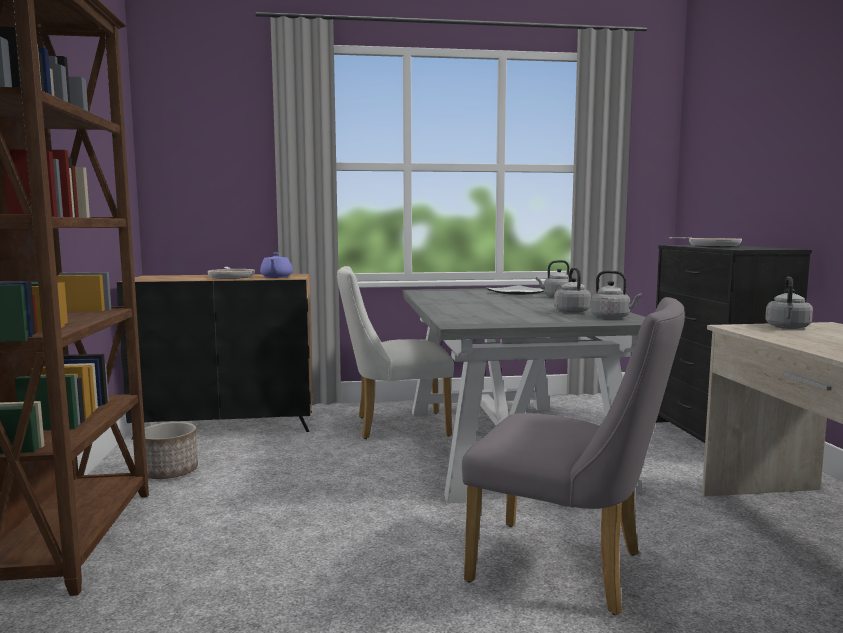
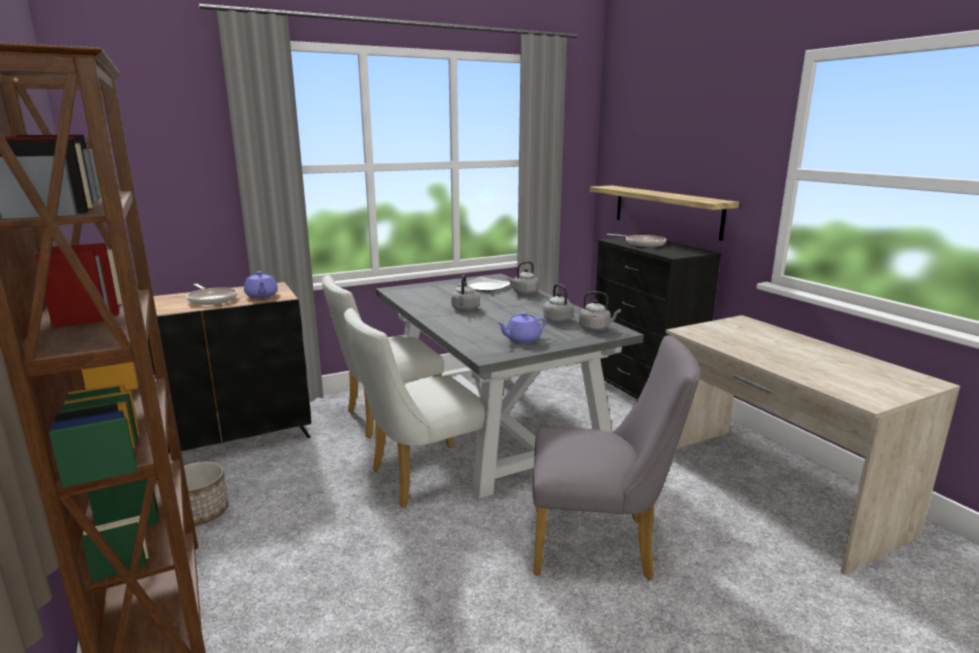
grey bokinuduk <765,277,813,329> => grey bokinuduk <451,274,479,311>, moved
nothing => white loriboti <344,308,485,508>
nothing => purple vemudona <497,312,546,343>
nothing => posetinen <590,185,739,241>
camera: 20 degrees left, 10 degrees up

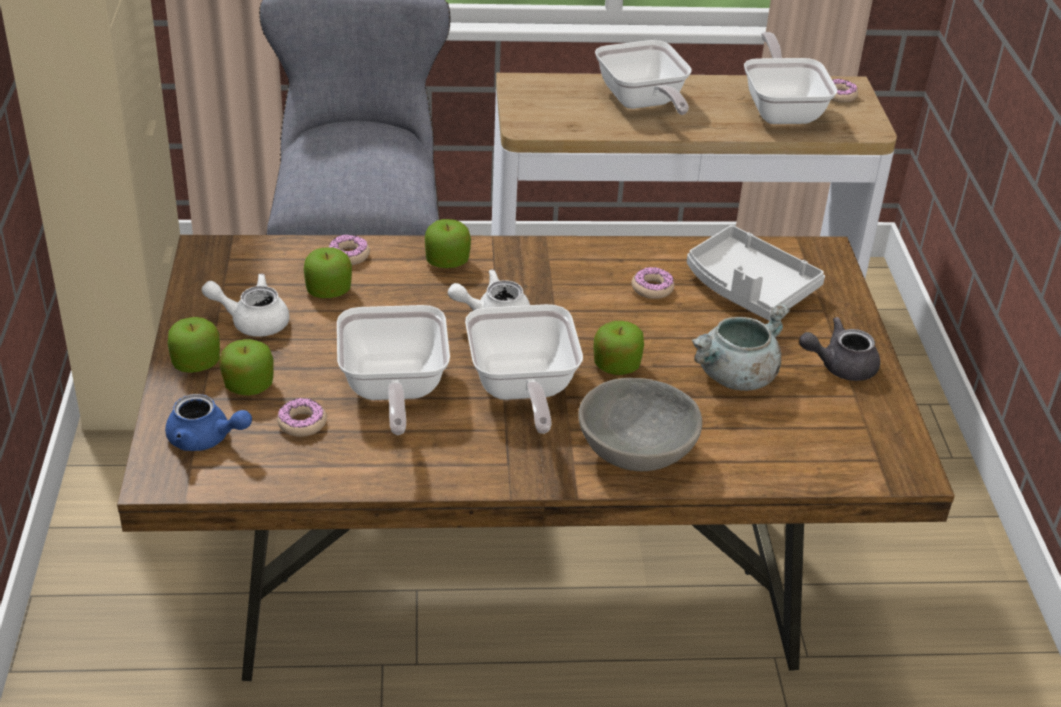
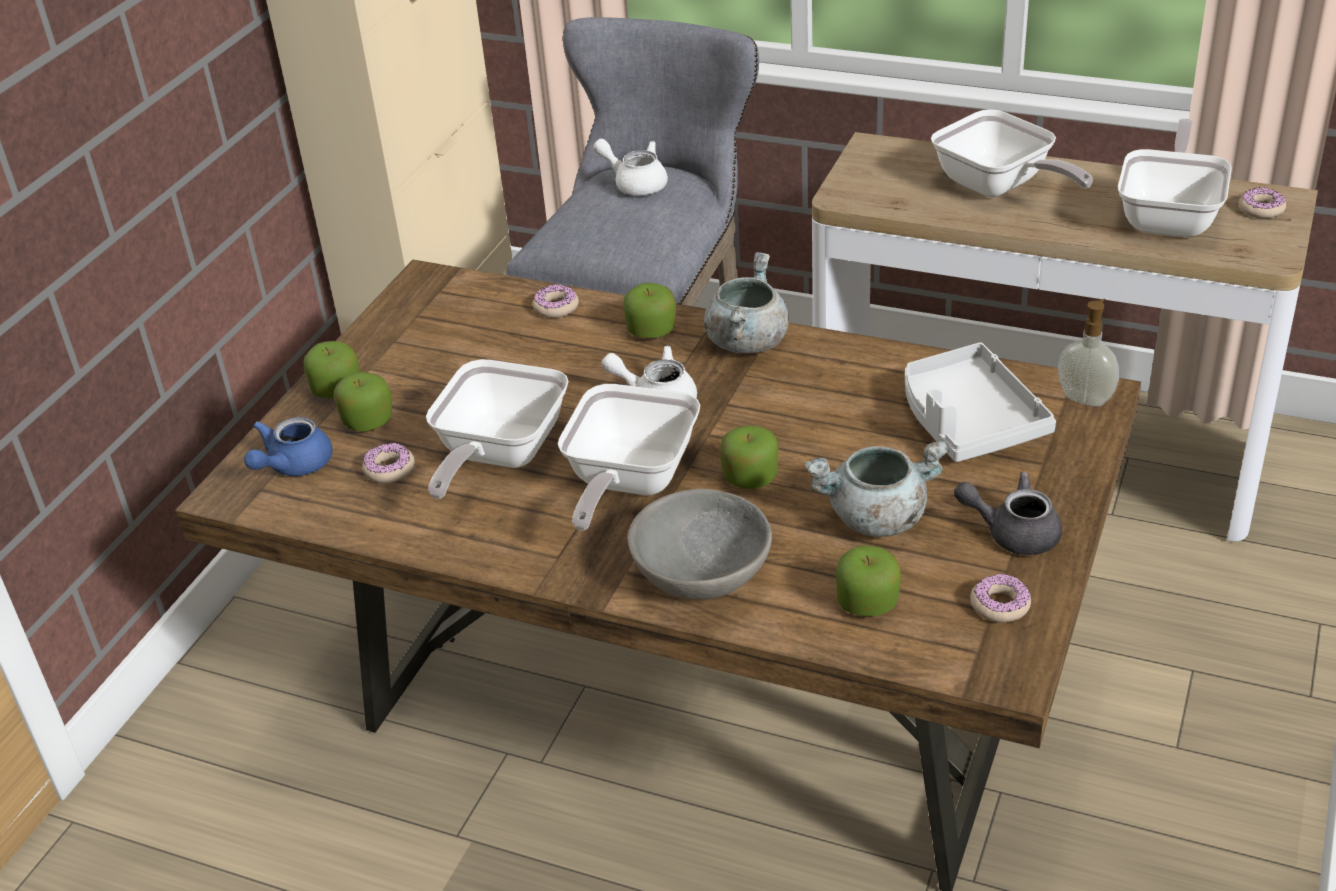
blue vemudona <165,394,252,451> => blue vemudona <244,417,333,476>, 75 degrees clockwise
white vemudona <202,273,289,337> => white vemudona <593,139,668,195>, moved
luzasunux <304,247,352,298> => luzasunux <836,546,901,616>, moved
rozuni <595,40,692,115> => rozuni <931,109,1093,197>, 45 degrees counterclockwise
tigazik <632,267,674,299> => tigazik <970,574,1031,623>, moved
nothing => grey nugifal <704,252,789,354>
nothing => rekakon <1058,299,1119,407>
camera: 30 degrees right, 0 degrees up

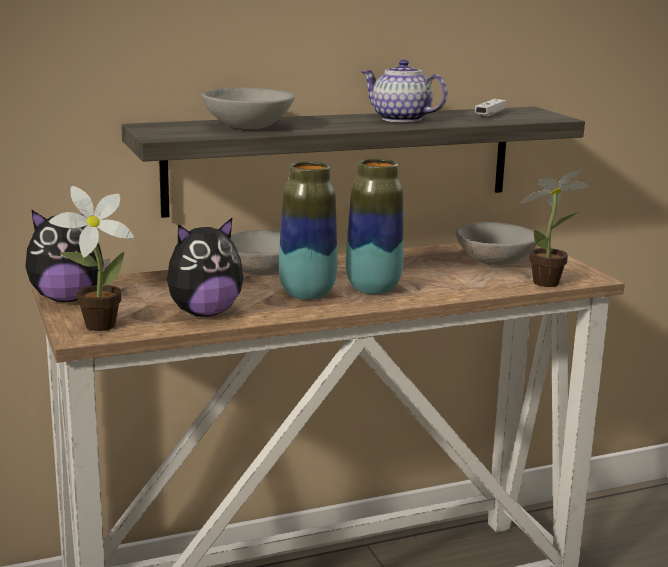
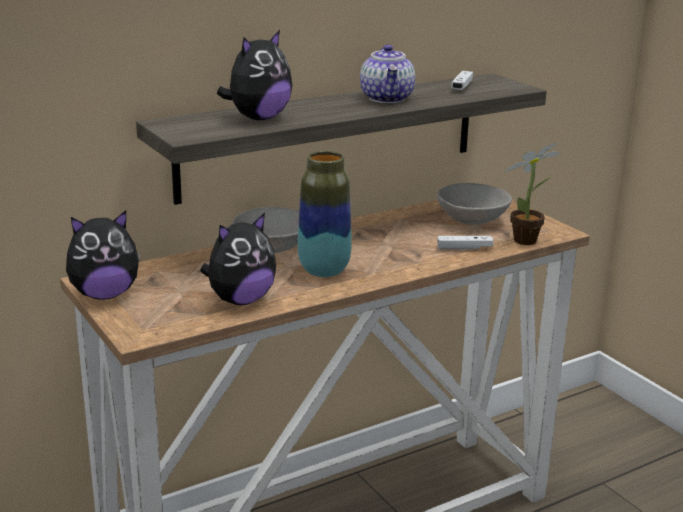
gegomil <49,186,134,331> => nothing
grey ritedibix <201,88,295,129> => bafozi <217,30,292,120>
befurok <346,159,404,294> => nothing
vemudona <361,60,447,123> => vemudona <360,44,415,103>, 120 degrees counterclockwise
nothing => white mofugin <437,236,493,249>
camera: 10 degrees left, 5 degrees up

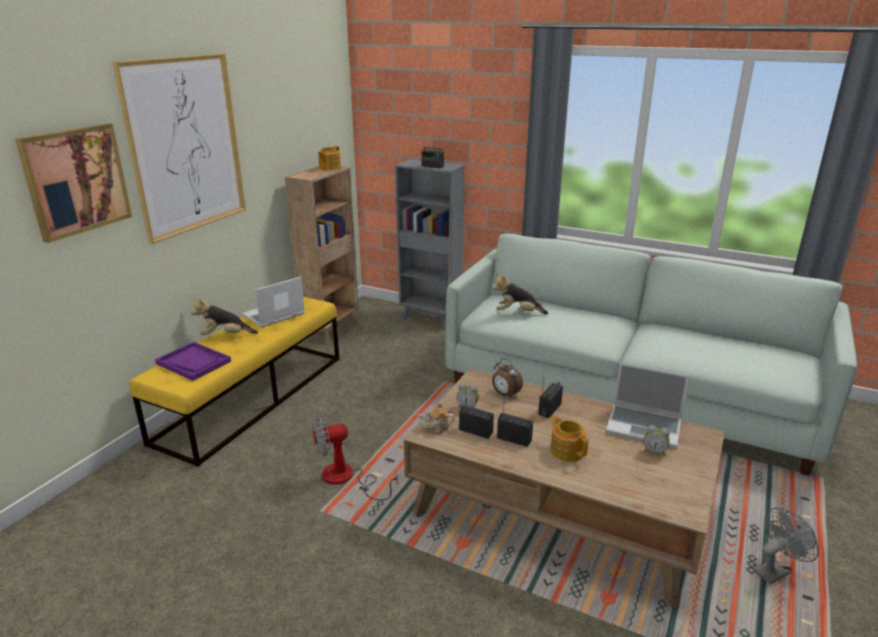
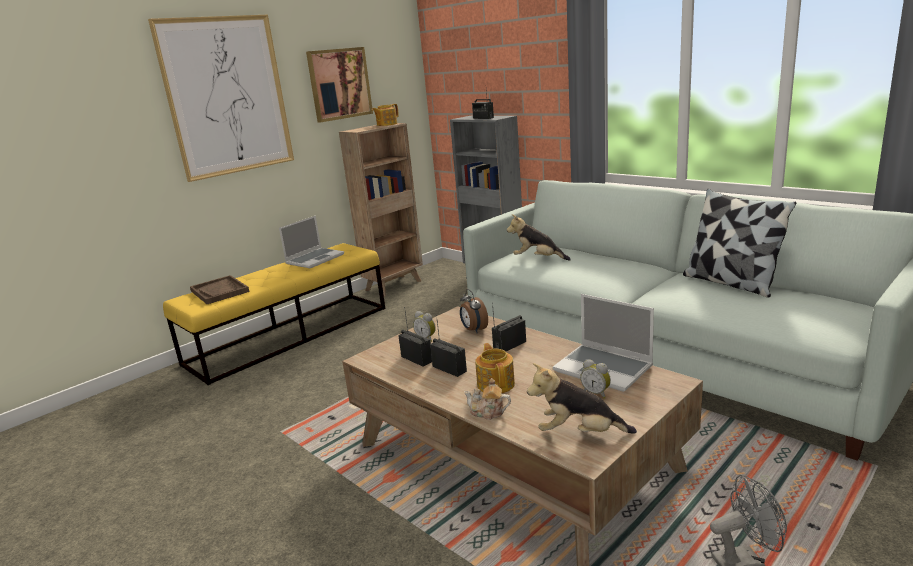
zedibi <15,124,132,243> => zedibi <306,47,373,122>, moved
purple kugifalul <155,342,231,381> => brown kugifalul <190,275,250,304>
bafozi <191,297,258,335> => bafozi <527,363,637,434>, moved
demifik <242,277,305,327> => demifik <279,216,344,268>, 150 degrees clockwise
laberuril <313,417,398,500> => nothing
vemudona <417,402,455,434> => vemudona <464,378,511,420>, moved
nothing => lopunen <683,189,796,298>
camera: 20 degrees right, 5 degrees down

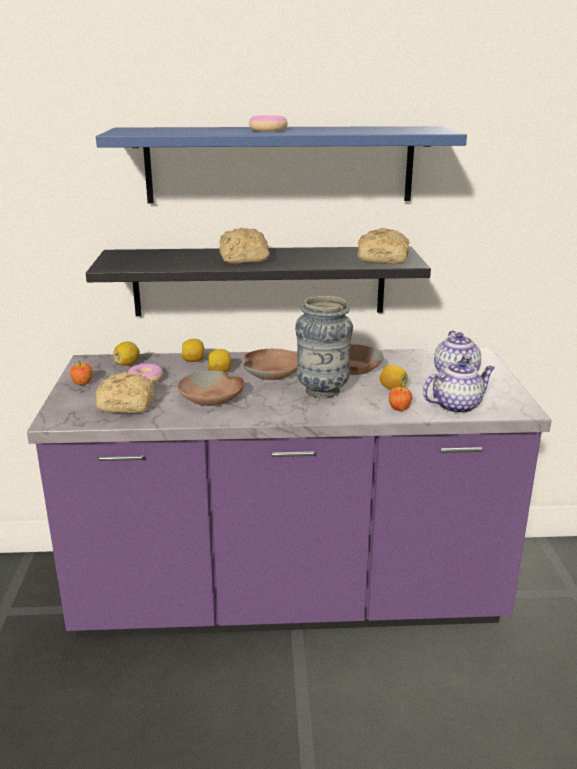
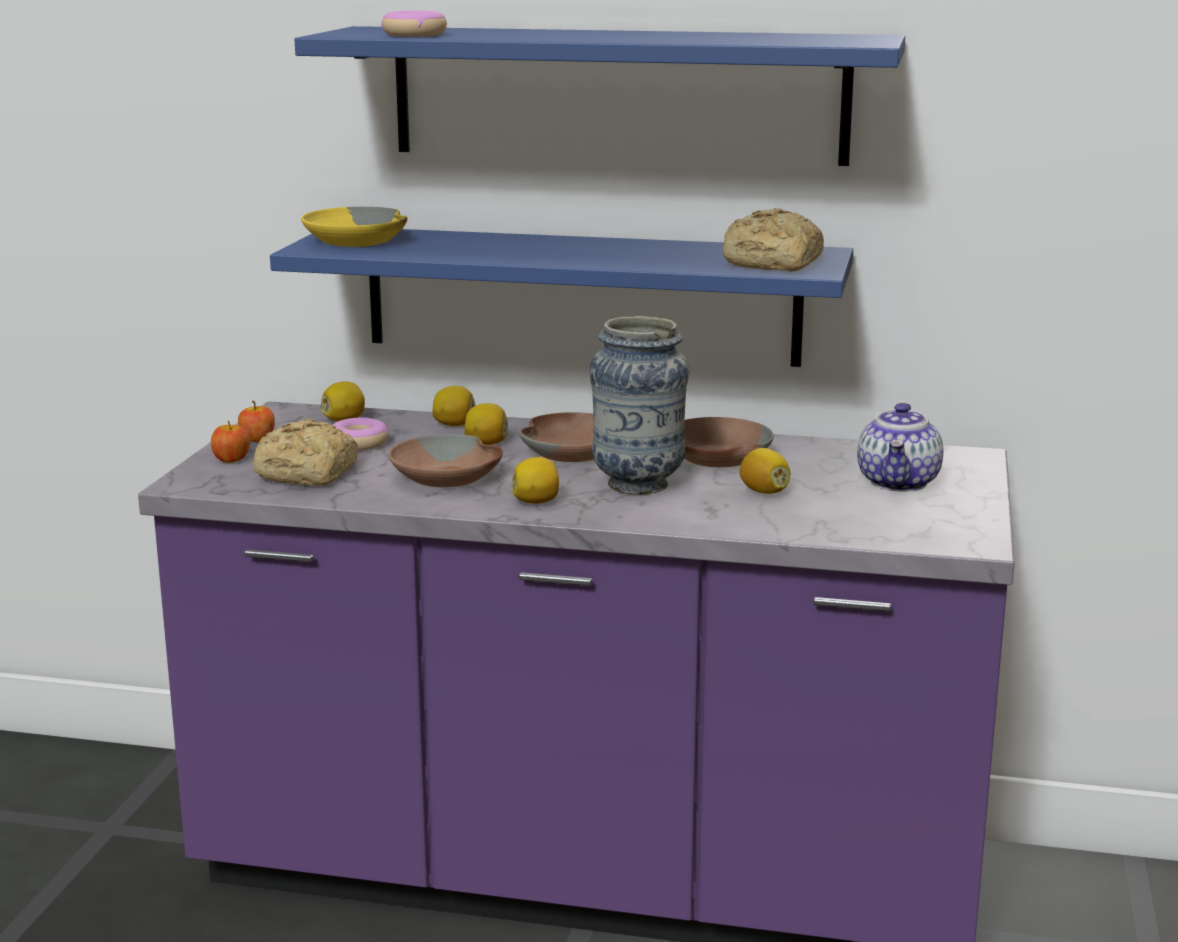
black posetinen <86,246,431,316> => blue posetinen <270,229,853,367>
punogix <219,228,270,264> => nothing
tigazik <249,115,288,131> => tigazik <381,11,447,37>, moved
luzasunux <389,385,412,411> => luzasunux <211,421,250,463>, moved
vemudona <423,360,495,414> => nothing
nothing => yellow ritedibix <301,207,408,247>
nothing => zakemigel <511,457,559,504>
camera: 15 degrees right, 5 degrees down

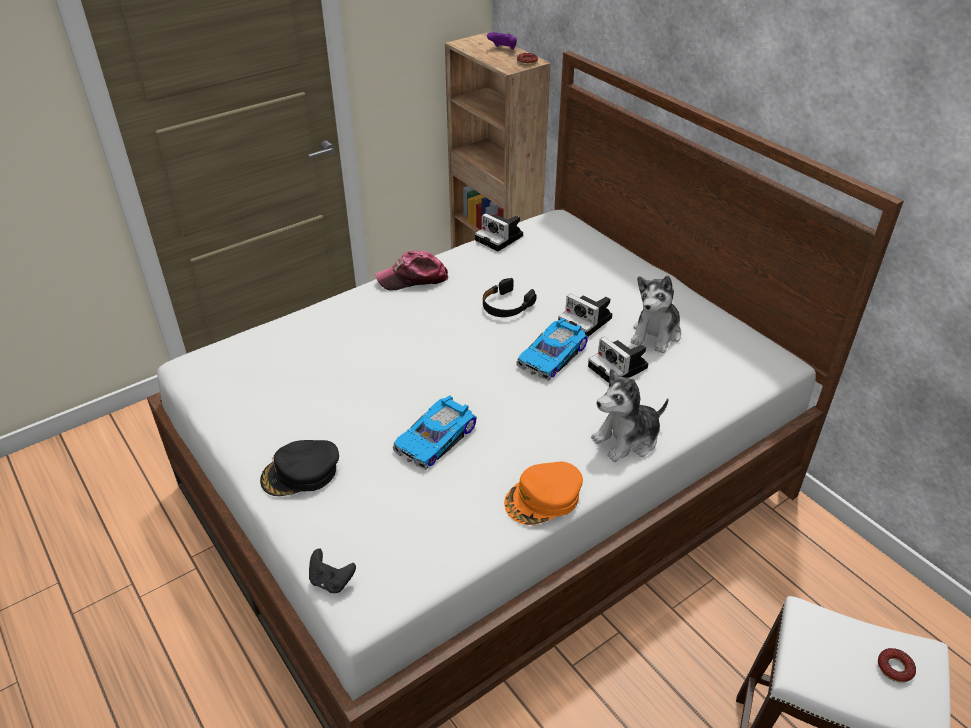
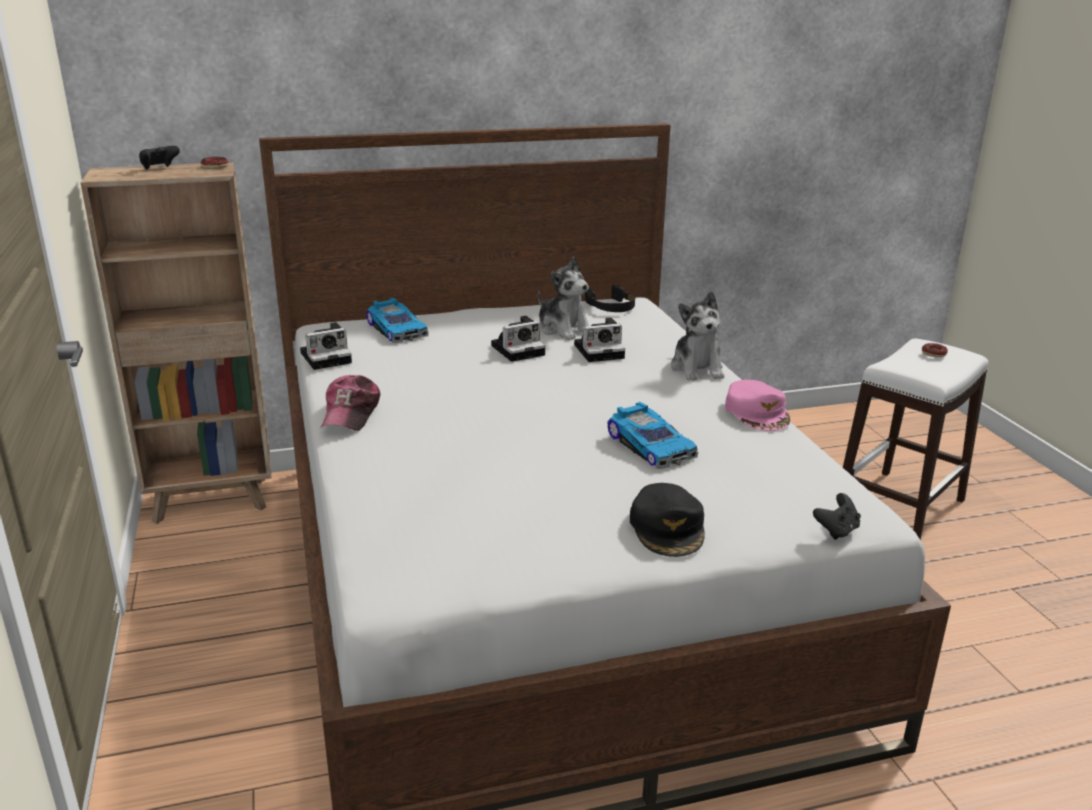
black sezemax <483,278,536,317> => black sezemax <585,285,635,312>, moved
purple mofugin <487,32,517,50> => black mofugin <139,146,180,169>
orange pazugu <504,462,583,525> => pink pazugu <725,380,790,431>
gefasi <516,318,588,381> => gefasi <367,298,429,343>, moved
camera: 70 degrees left, 15 degrees down

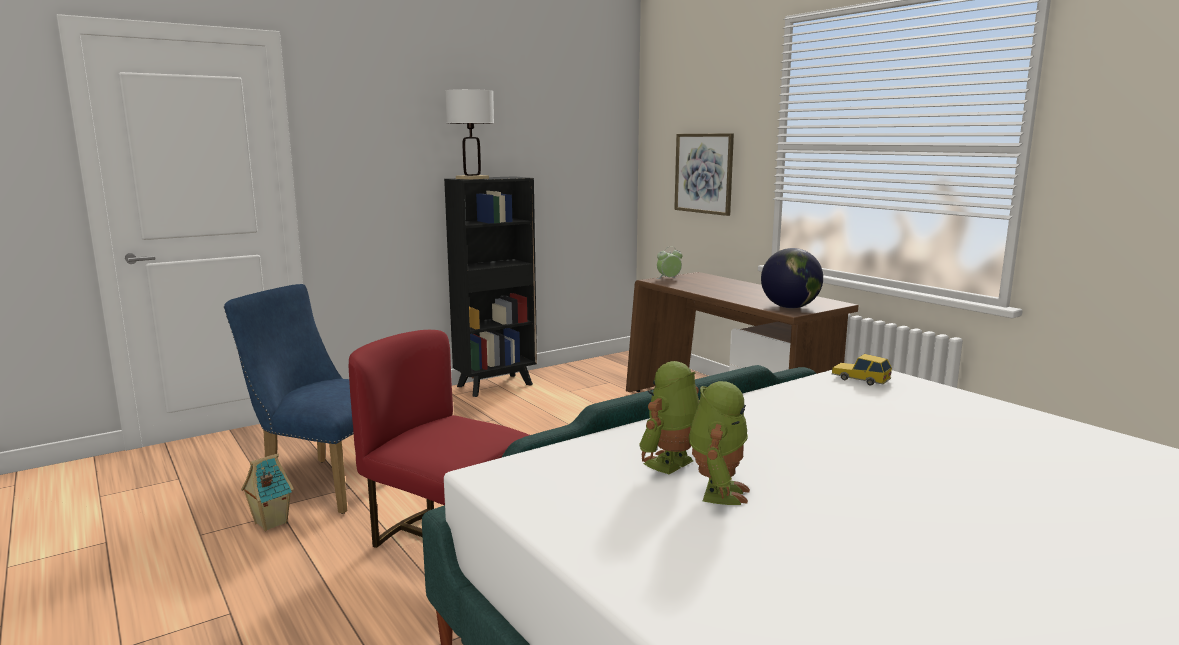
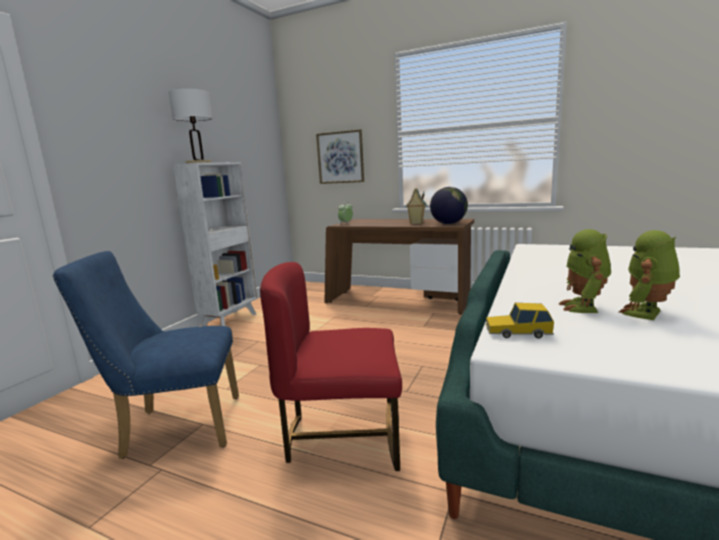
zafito <241,453,294,531> => zafito <406,187,427,224>, moved
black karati <444,176,537,397> => white karati <173,162,257,326>
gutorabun <689,381,750,505> => gutorabun <619,230,680,320>, 120 degrees counterclockwise
gefasi <831,354,892,386> => gefasi <485,303,554,339>, moved
camera: 30 degrees left, 0 degrees up

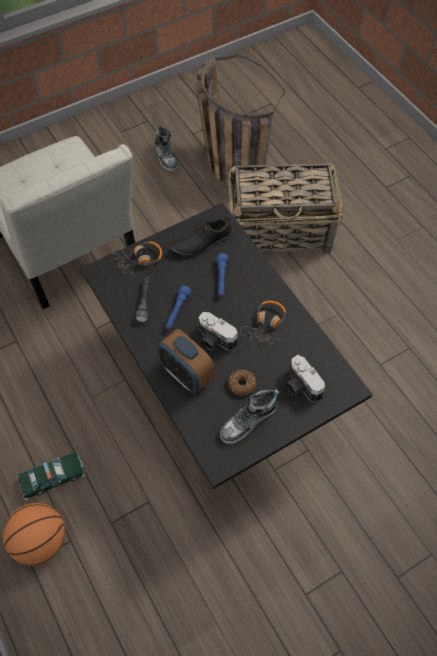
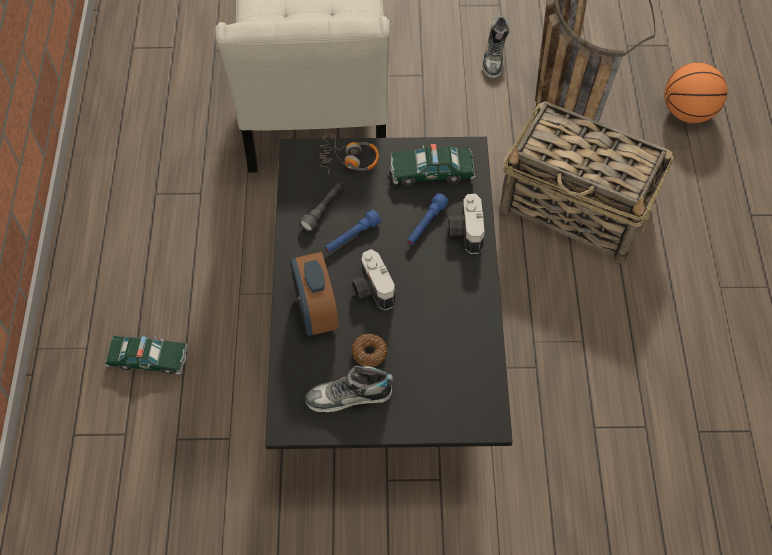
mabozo <3,503,66,565> => mabozo <664,62,728,123>, moved
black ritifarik <170,215,233,256> => gefasi <390,144,475,186>
sezemax <240,301,286,344> => nothing
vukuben <285,355,325,403> => vukuben <449,194,485,254>, moved
camera: 30 degrees right, 0 degrees up

